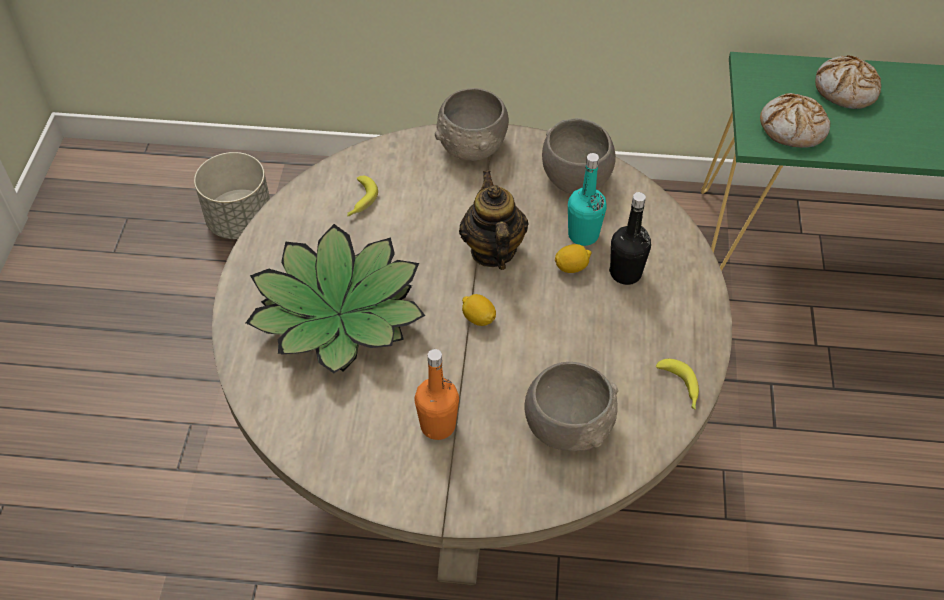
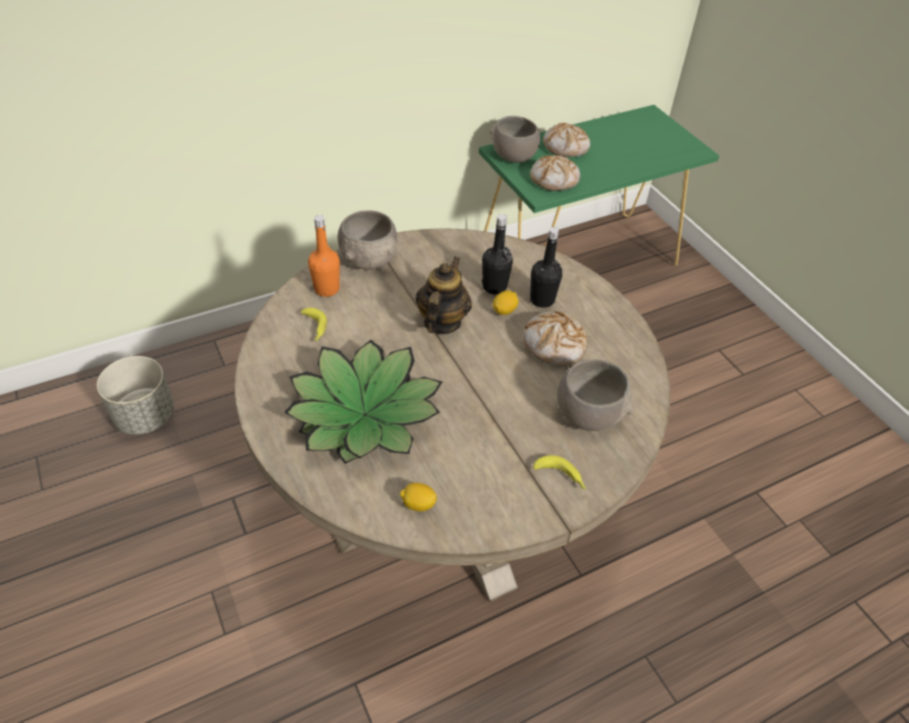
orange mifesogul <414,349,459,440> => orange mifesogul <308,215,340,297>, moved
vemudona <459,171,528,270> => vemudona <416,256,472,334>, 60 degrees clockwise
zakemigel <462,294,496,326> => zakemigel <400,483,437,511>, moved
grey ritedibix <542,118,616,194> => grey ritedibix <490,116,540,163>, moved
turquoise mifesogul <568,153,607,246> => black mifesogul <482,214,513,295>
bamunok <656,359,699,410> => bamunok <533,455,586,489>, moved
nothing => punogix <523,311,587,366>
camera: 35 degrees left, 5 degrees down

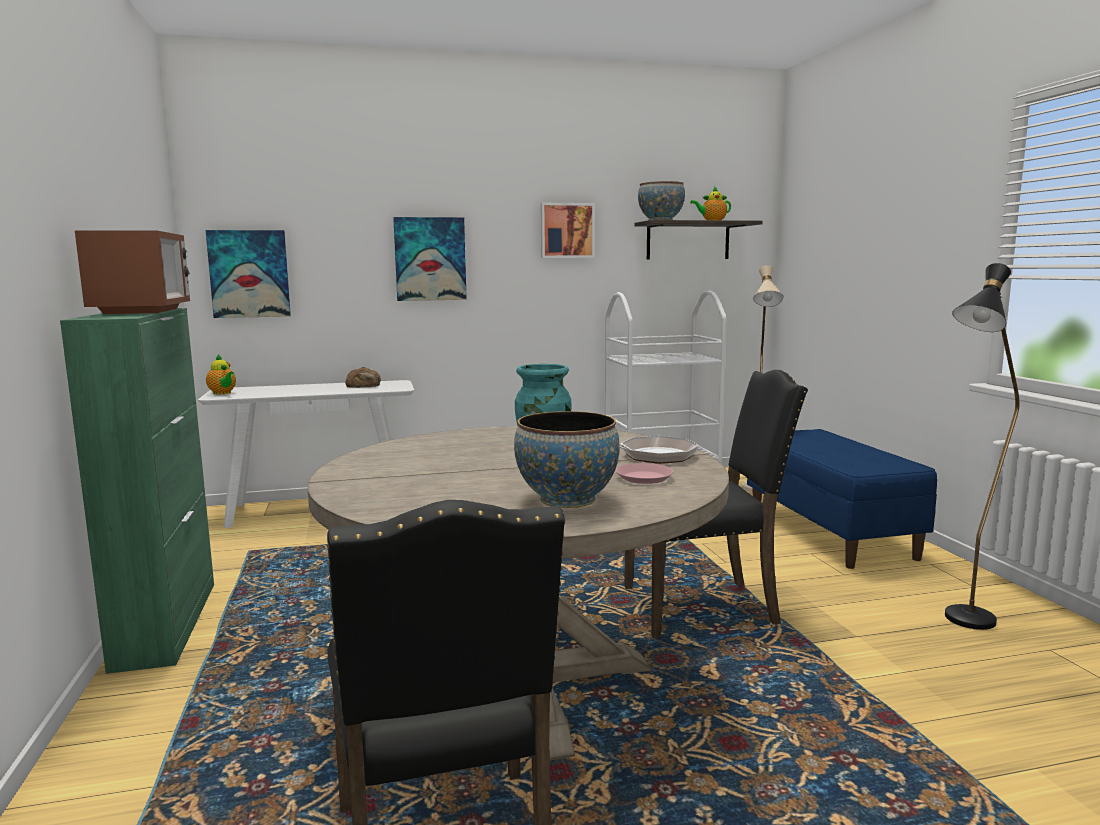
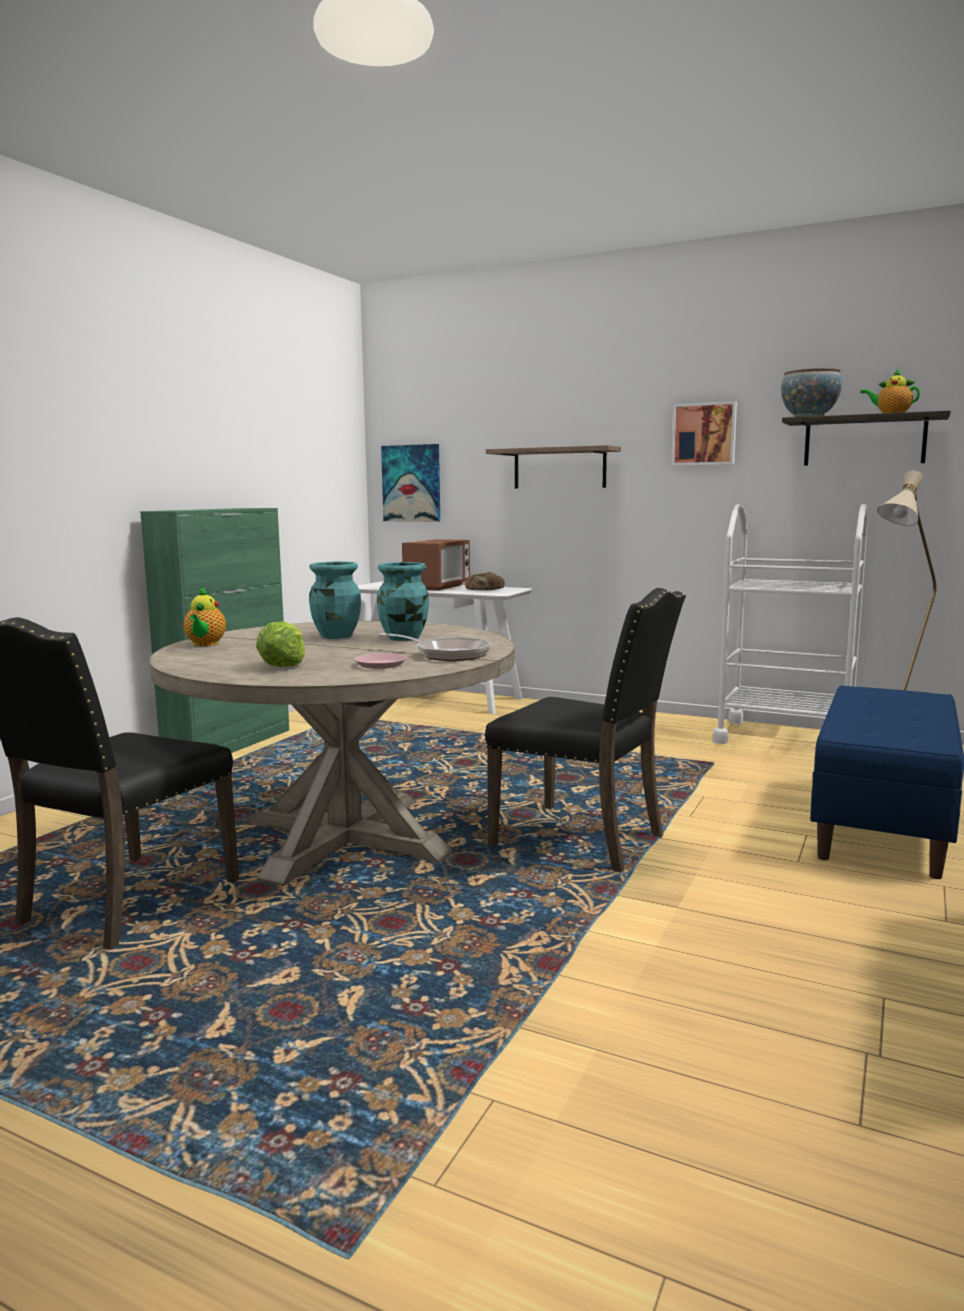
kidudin <75,230,190,314> => kidudin <402,539,470,591>, moved
vemudona <206,354,236,394> => vemudona <183,586,226,646>, moved
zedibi <393,217,467,301> => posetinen <486,445,621,489>
ritedibix <514,411,620,508> => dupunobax <256,621,305,667>
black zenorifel <945,263,1020,630> => nothing
nothing => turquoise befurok <309,561,361,639>
camera: 40 degrees right, 0 degrees up

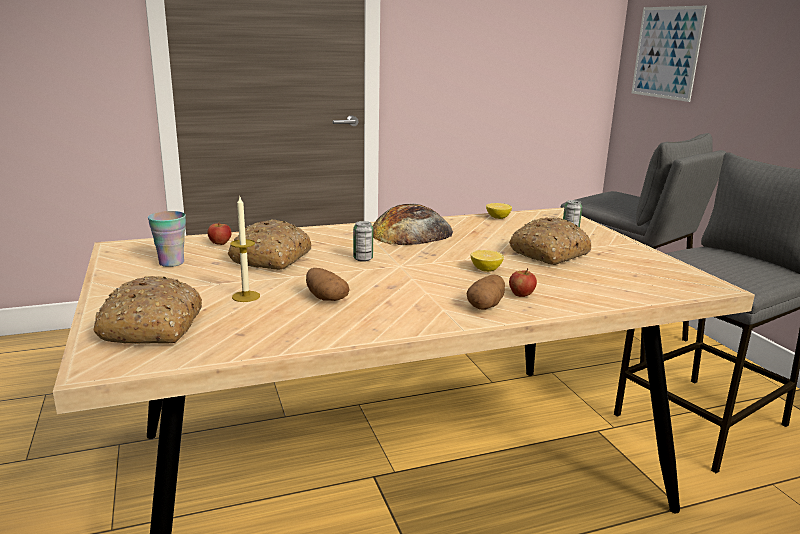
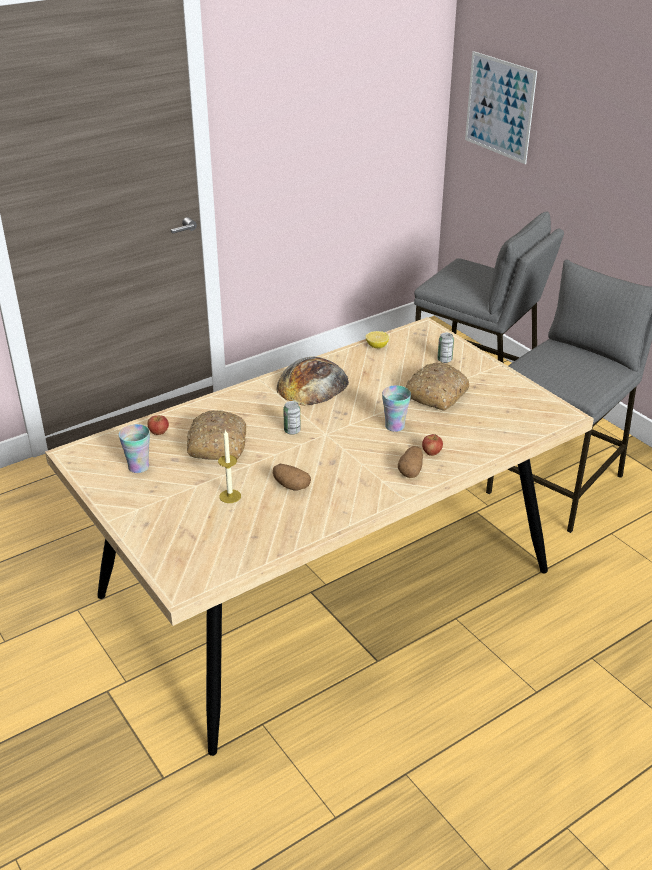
punogix <94,276,202,344> => nothing
zakemigel <471,250,504,272> => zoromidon <382,385,411,432>
camera: 15 degrees left, 15 degrees up

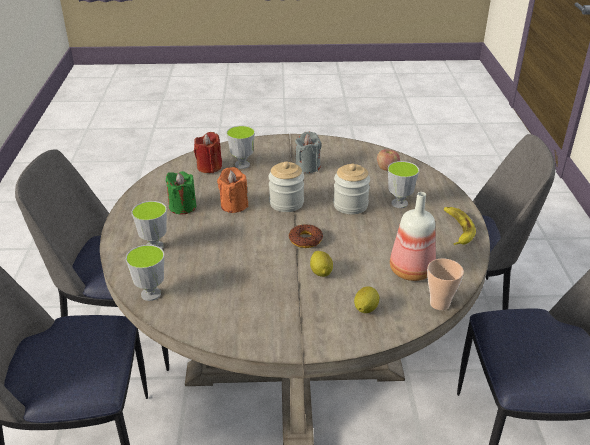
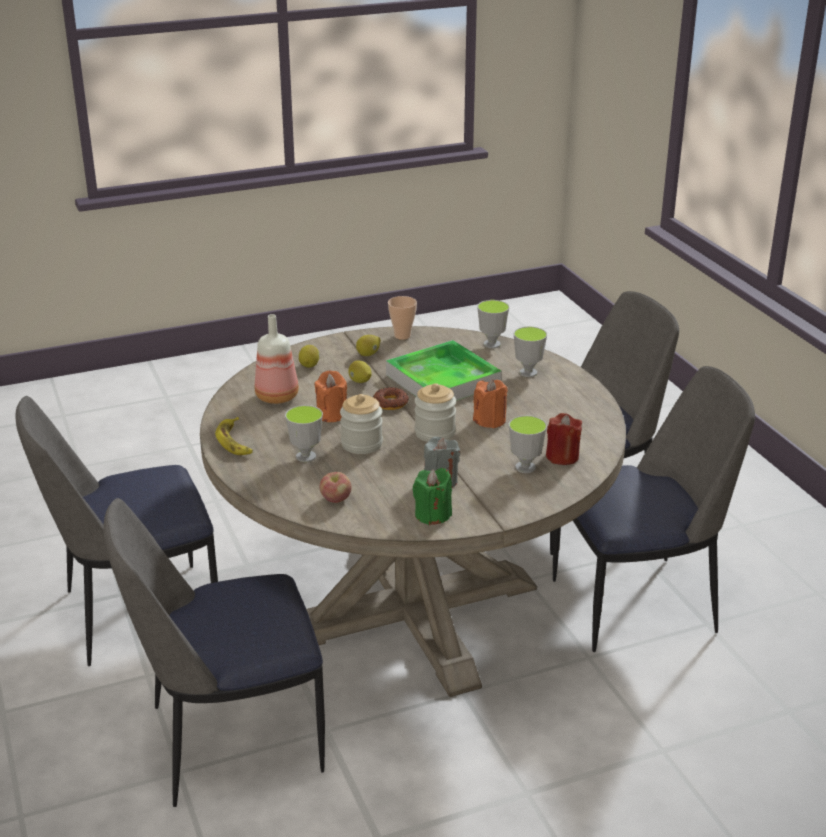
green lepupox <166,171,196,214> => green lepupox <412,468,452,525>, moved
zoromidon <427,259,464,310> => zoromidon <388,296,417,340>, moved
nothing => orange lepupox <314,370,347,422>
nothing => zakemigel <356,335,381,356>
nothing => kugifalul <386,340,502,401>
camera: 160 degrees right, 5 degrees down

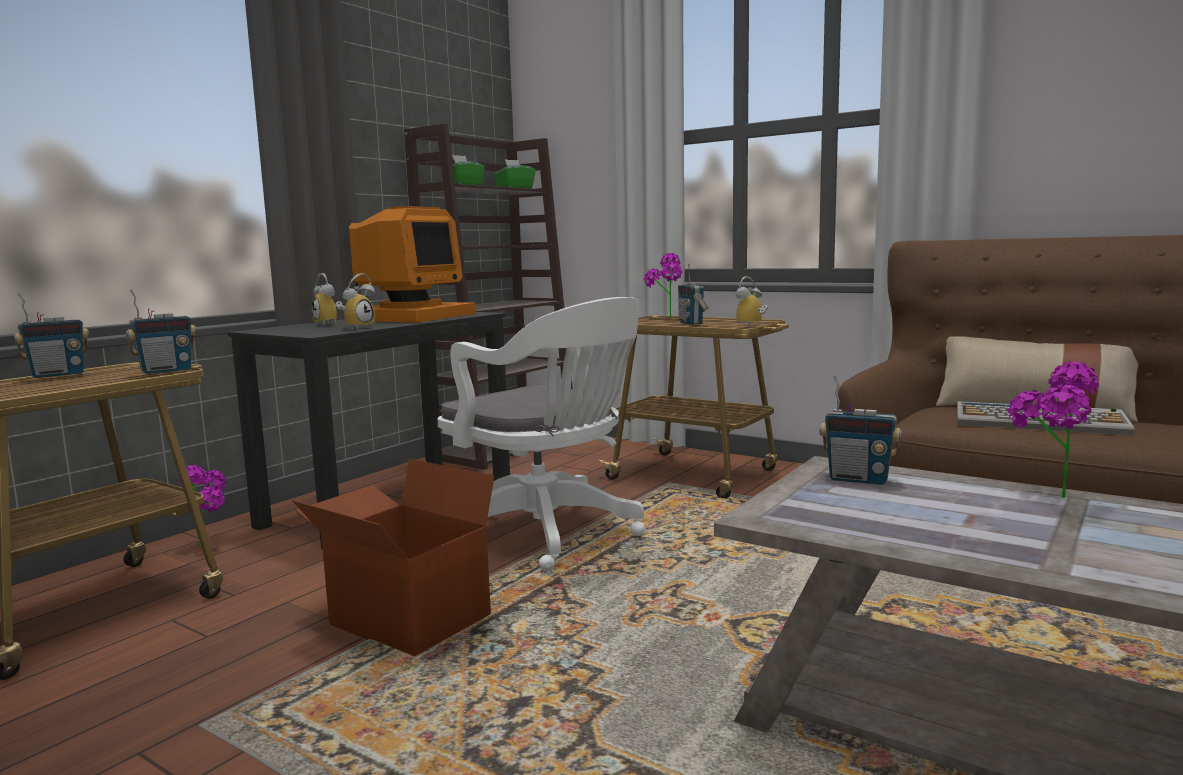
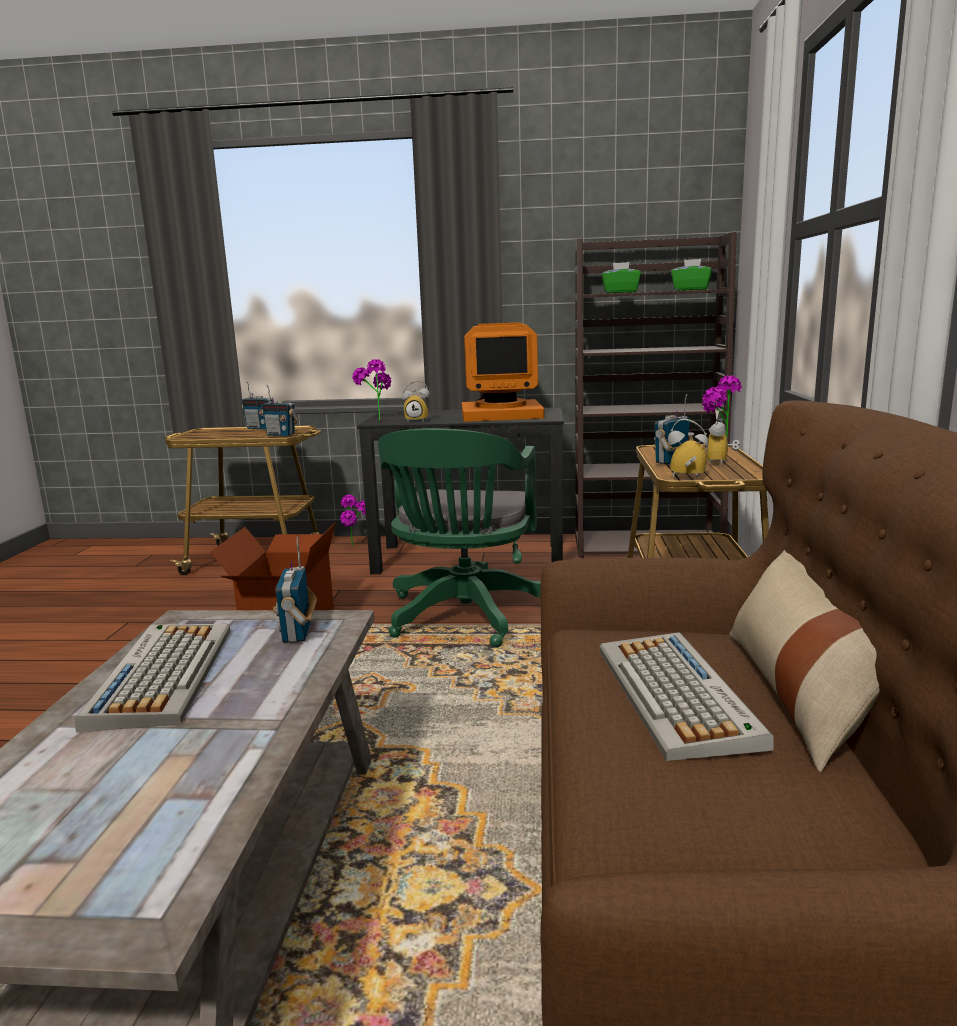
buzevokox <312,273,342,325> => buzevokox <706,411,740,465>, moved
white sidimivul <438,297,645,571> => green sidimivul <378,428,541,647>
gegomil <1007,362,1099,498> => gegomil <352,359,391,421>, moved
nothing => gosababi <74,624,230,732>
camera: 60 degrees right, 5 degrees up

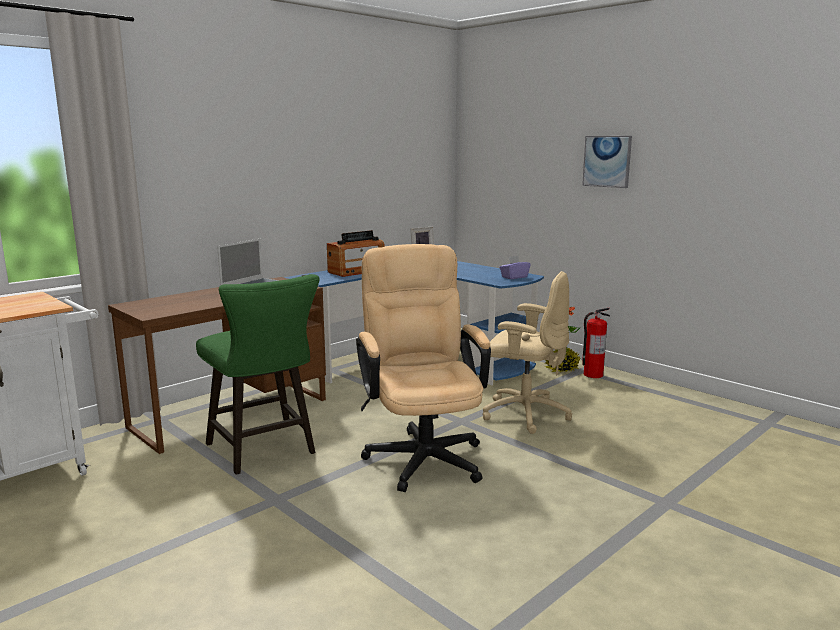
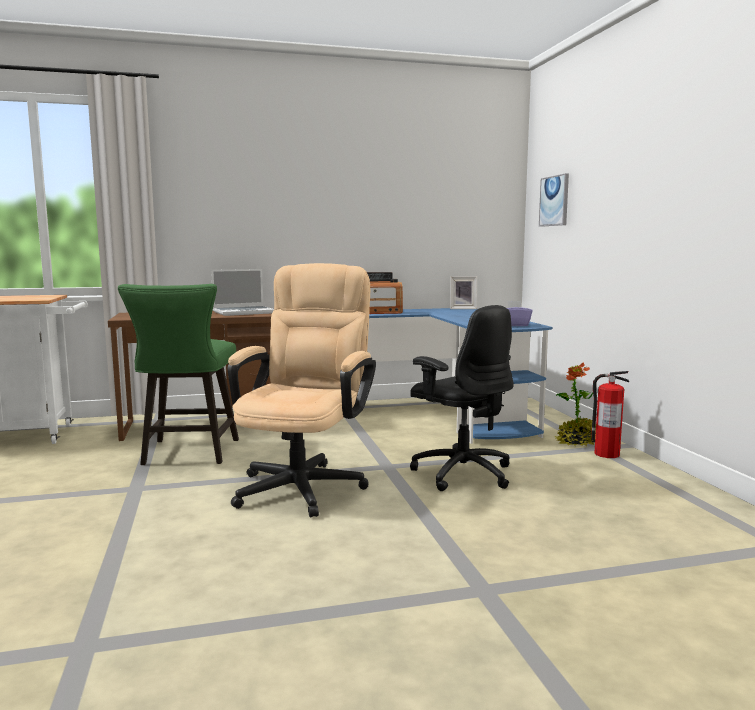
beige sidimivul <483,271,572,434> => black sidimivul <410,305,514,491>
zedibi <582,136,632,188> => zedibi <539,173,569,227>, moved
camera: 30 degrees right, 5 degrees down

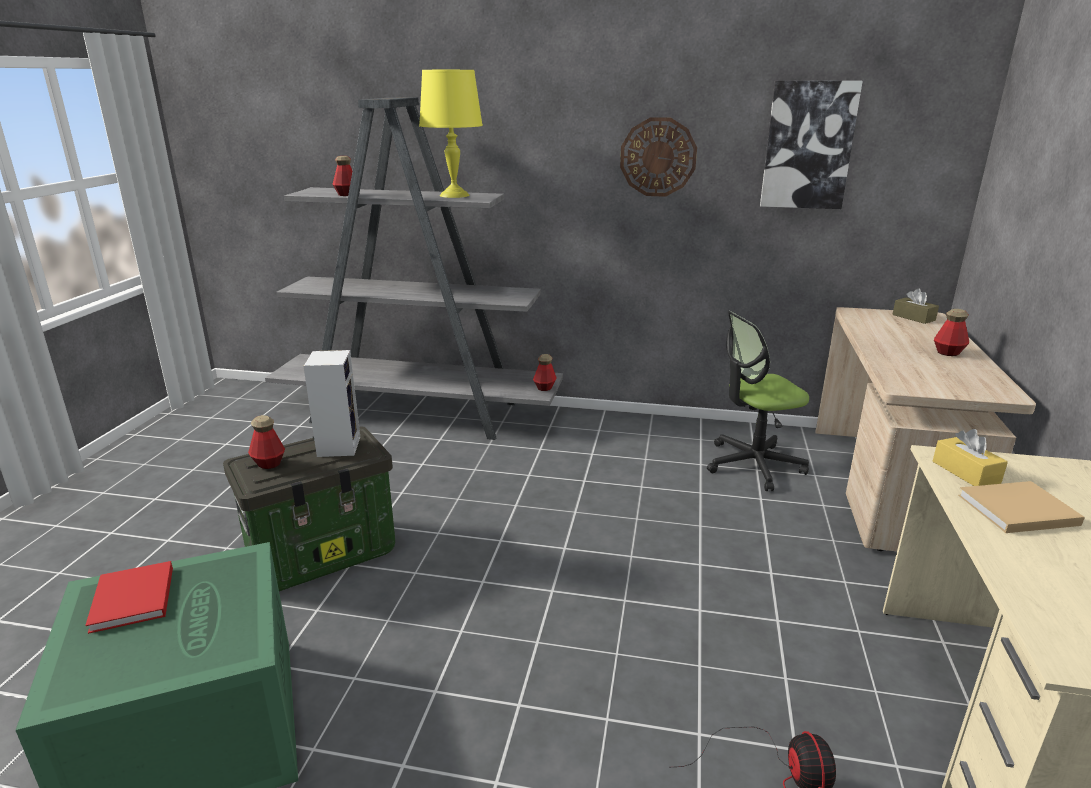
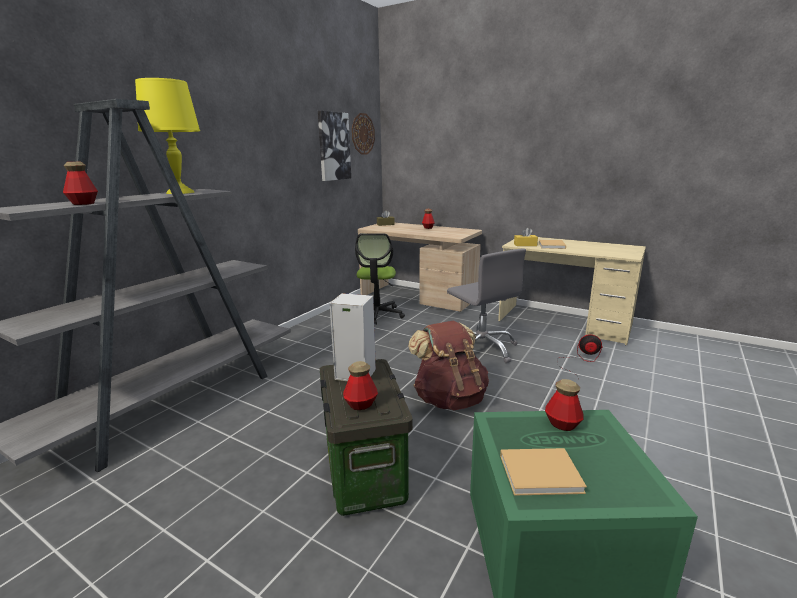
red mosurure <85,561,173,634> => beige mosurure <500,448,587,496>
mifesogul <533,354,557,391> => mifesogul <545,379,584,431>, moved
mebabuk <620,117,697,197> => mebabuk <352,113,375,155>, moved
nothing => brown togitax <408,321,489,410>
nothing => grey sidimivul <447,248,526,363>
camera: 70 degrees left, 5 degrees down

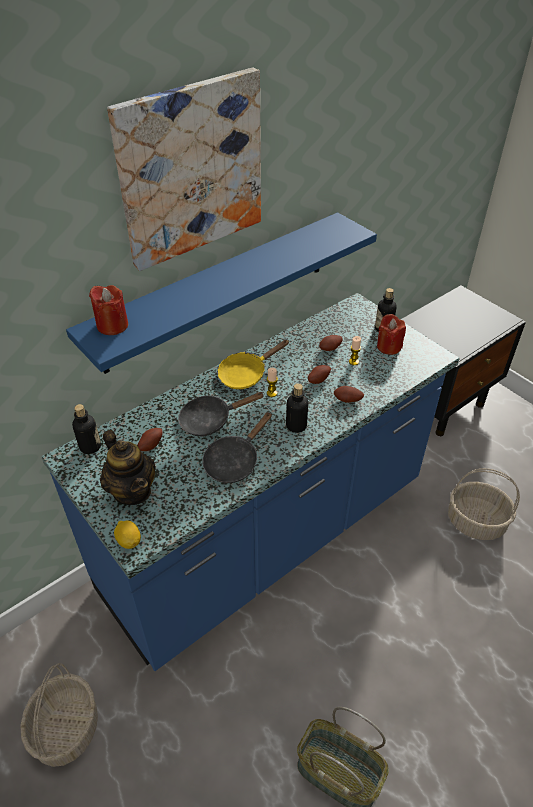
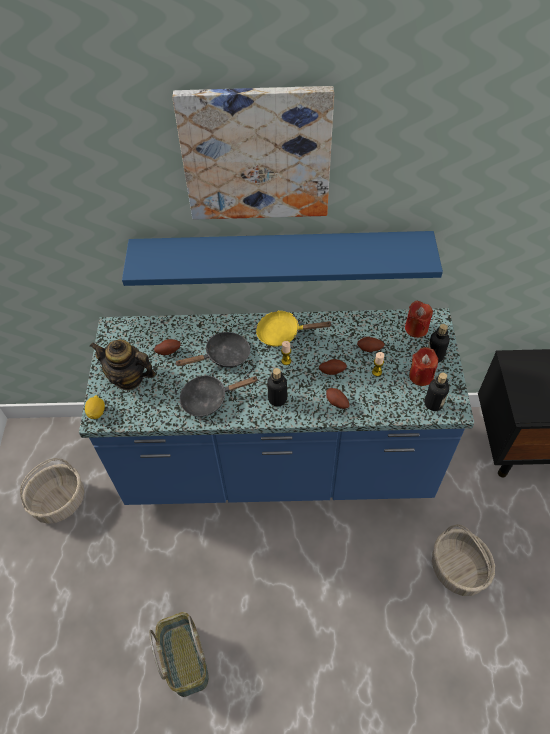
mifesogul <72,404,101,454> => mifesogul <424,372,449,411>, moved
red lepupox <89,285,128,335> => red lepupox <405,300,433,338>, moved
vemudona <100,430,156,505> => vemudona <90,340,155,390>, 105 degrees clockwise
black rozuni <178,392,265,436> => black rozuni <176,332,250,368>, 135 degrees clockwise
camera: 40 degrees right, 10 degrees up

